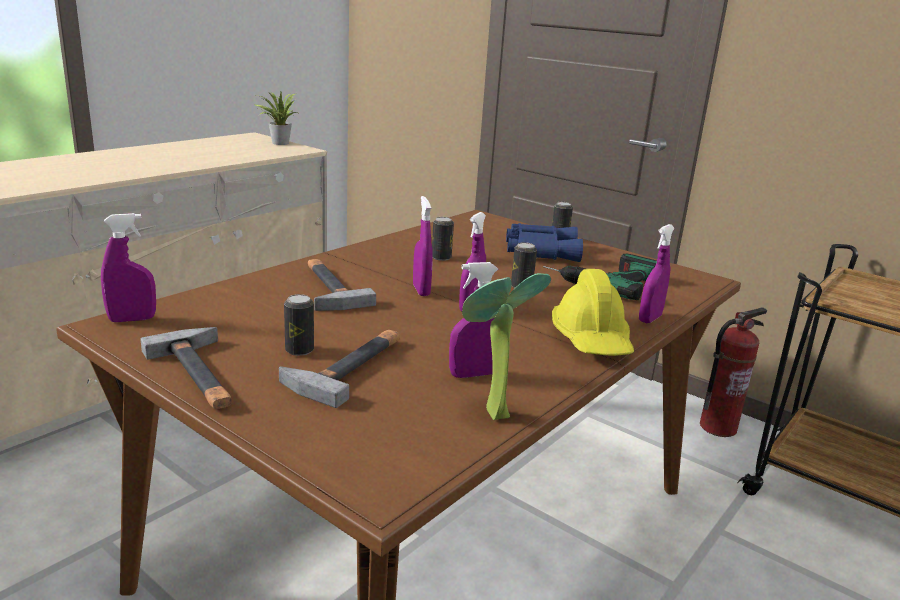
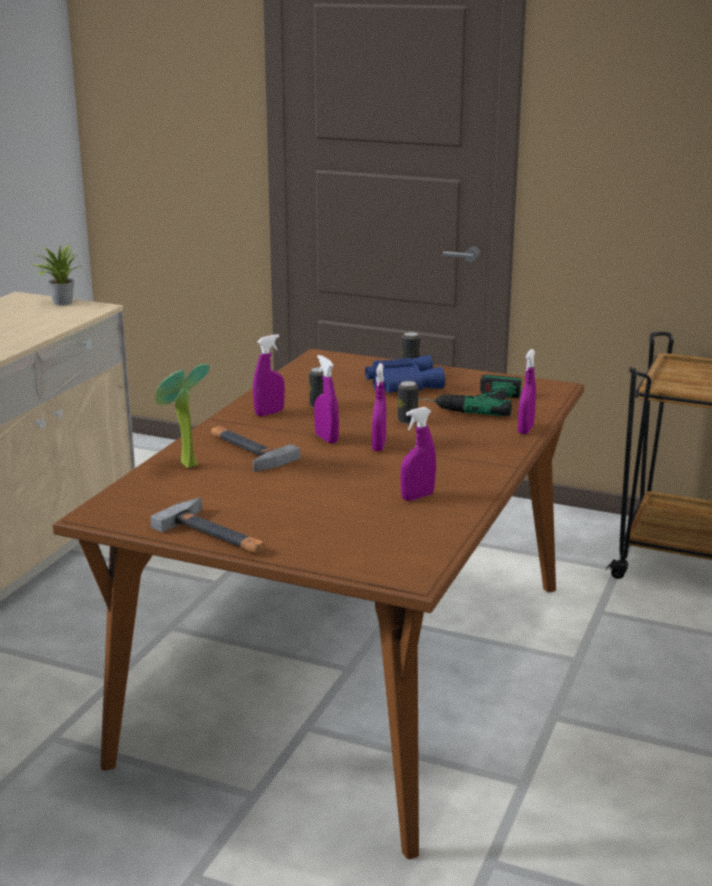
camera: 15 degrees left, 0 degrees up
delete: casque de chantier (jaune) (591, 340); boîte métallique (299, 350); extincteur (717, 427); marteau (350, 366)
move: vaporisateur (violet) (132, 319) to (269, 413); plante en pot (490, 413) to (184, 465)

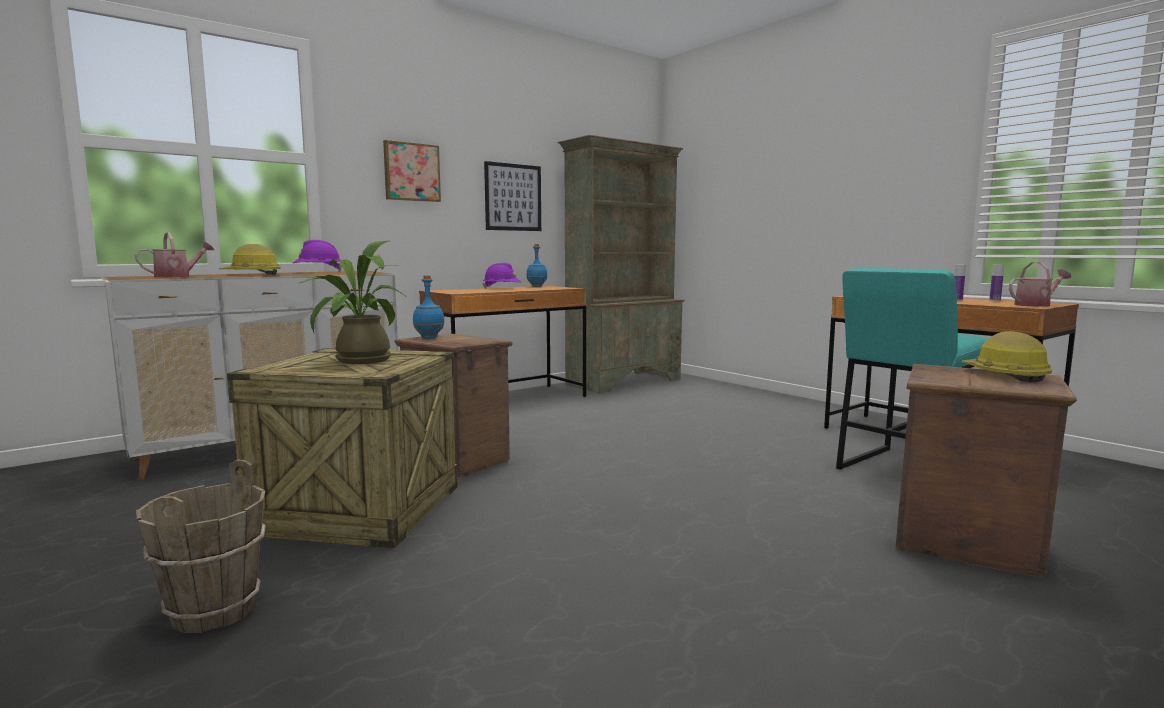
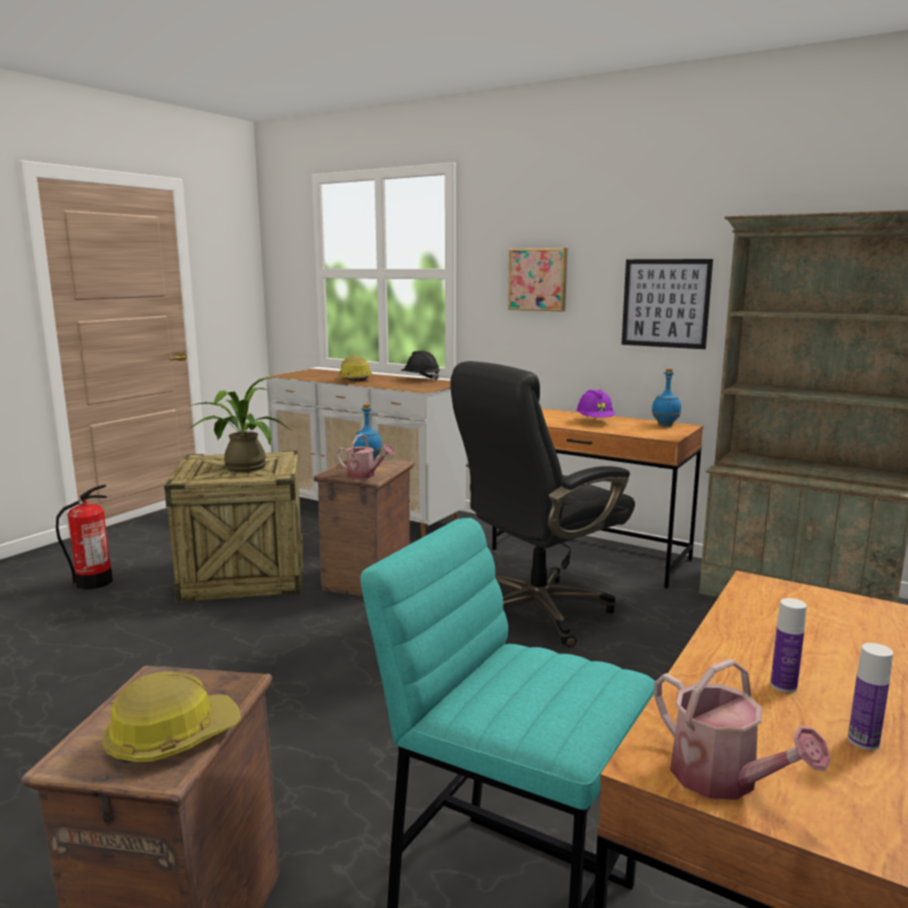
camera: 70 degrees right, 5 degrees up
insert: chaise de bureau (noir) (539, 611)
move: arrosoir (177, 276) to (364, 475)
replace: seau (marron) (212, 611) to extincteur (93, 582)
recolor: casque de chantier (violet) (318, 271) to casque de chantier (noir) (420, 379)

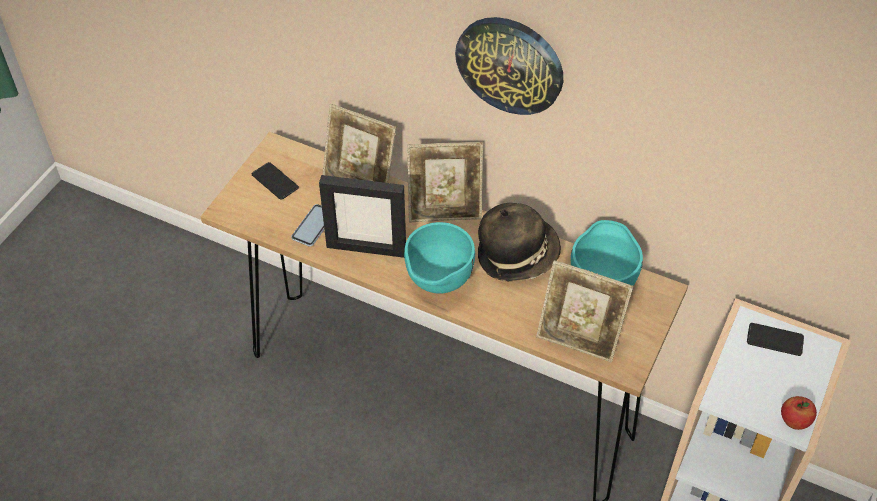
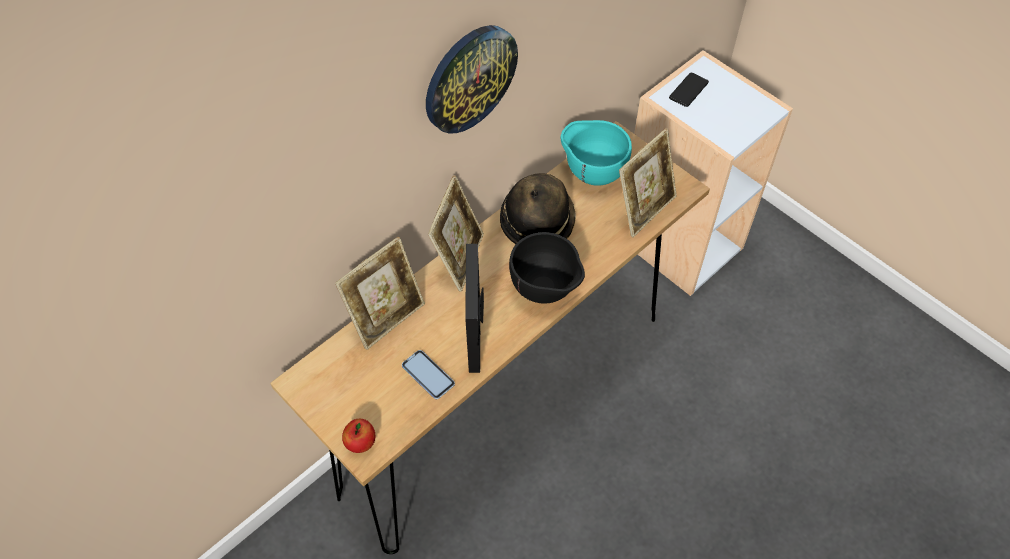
camera: 70 degrees left, 5 degrees up
delete: téléphone (275, 181)
move: pomme (794, 421) to (360, 443)
recolor: bol (turquoise) (437, 284) to bol (noir) (546, 291)
rotate: cadre photo (366, 247) = (476, 336) 150 degrees clockwise

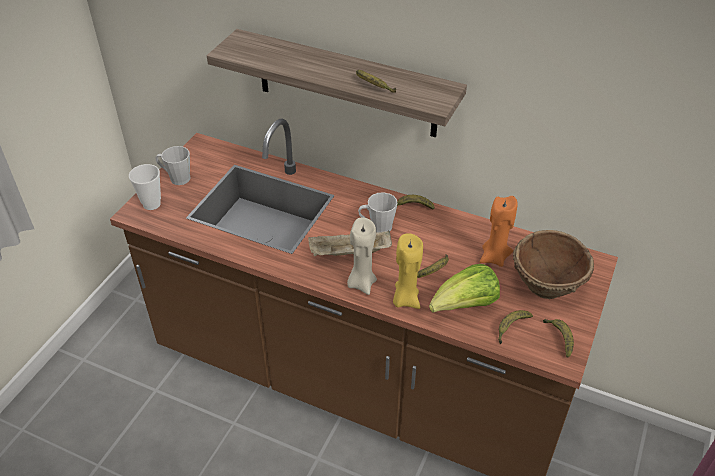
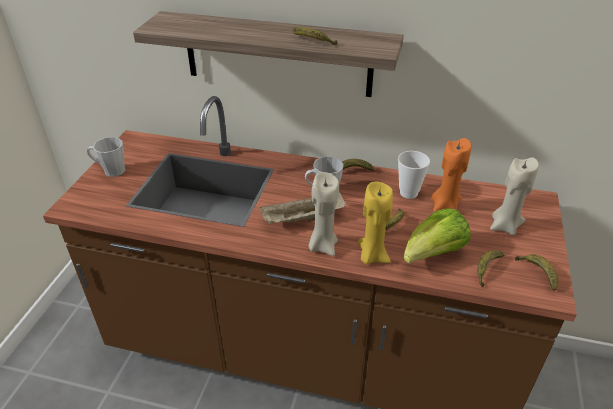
camera: 10 degrees left, 5 degrees down
move: tasse (151, 204) to (408, 193)
replace: bol (marron) (547, 286) to bougie (beige) (504, 226)

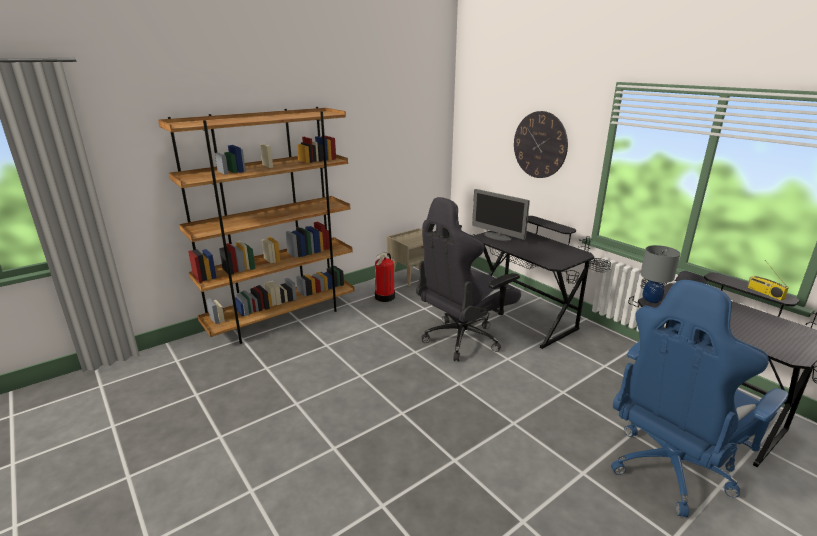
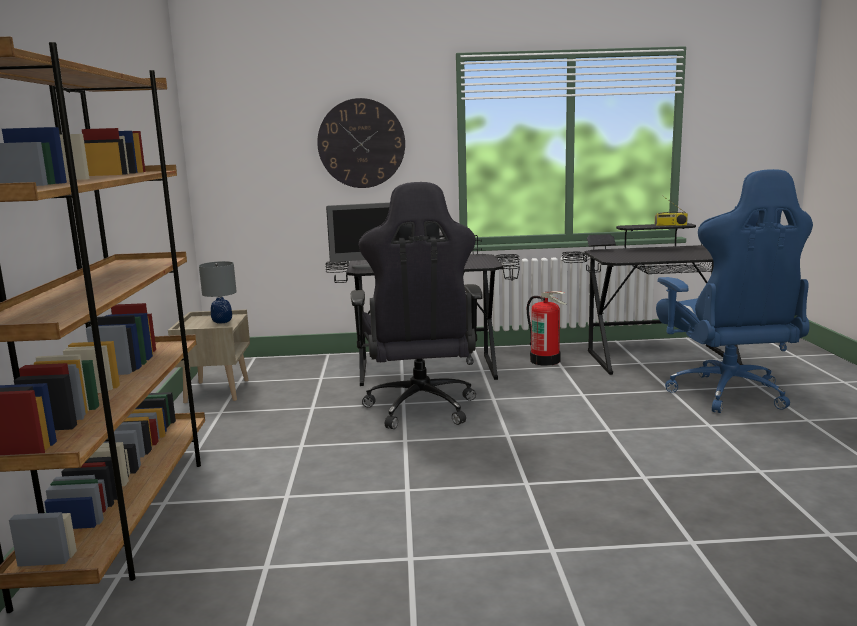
camera: 55 degrees left, 10 degrees down
move: lampe de table (gris) (651, 301) to (222, 322); extincteur (385, 297) to (545, 360)

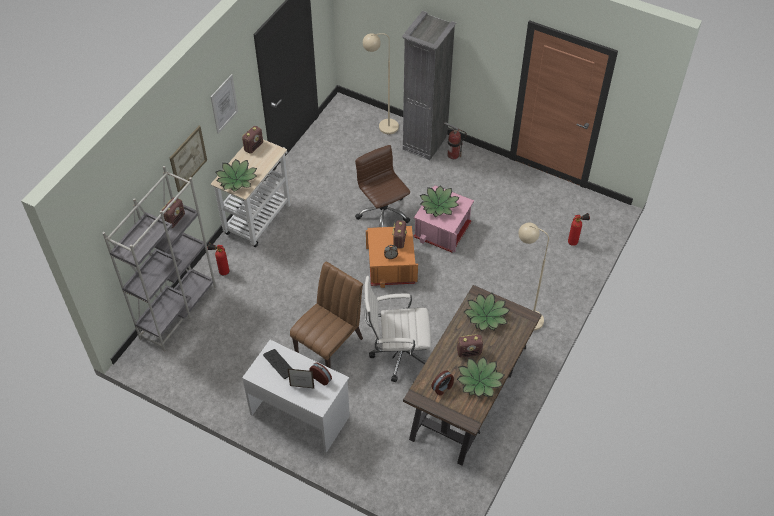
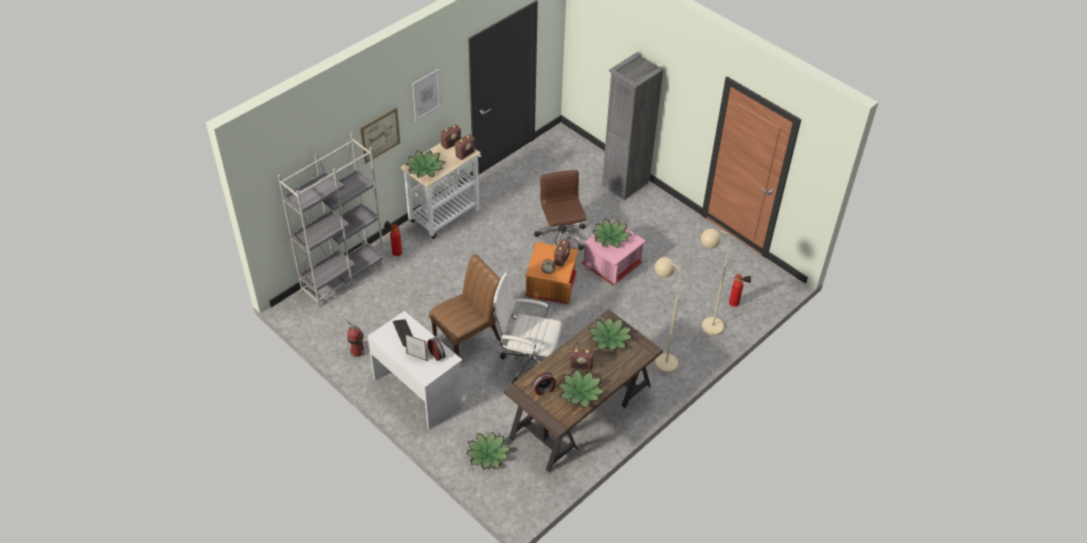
camera: 15 degrees right, 5 degrees down
insert: plante en pot (488, 455)
move: lampadaire (beige) (382, 128) to (705, 326); extincteur (453, 155) to (357, 351); radio (175, 219) to (465, 154)

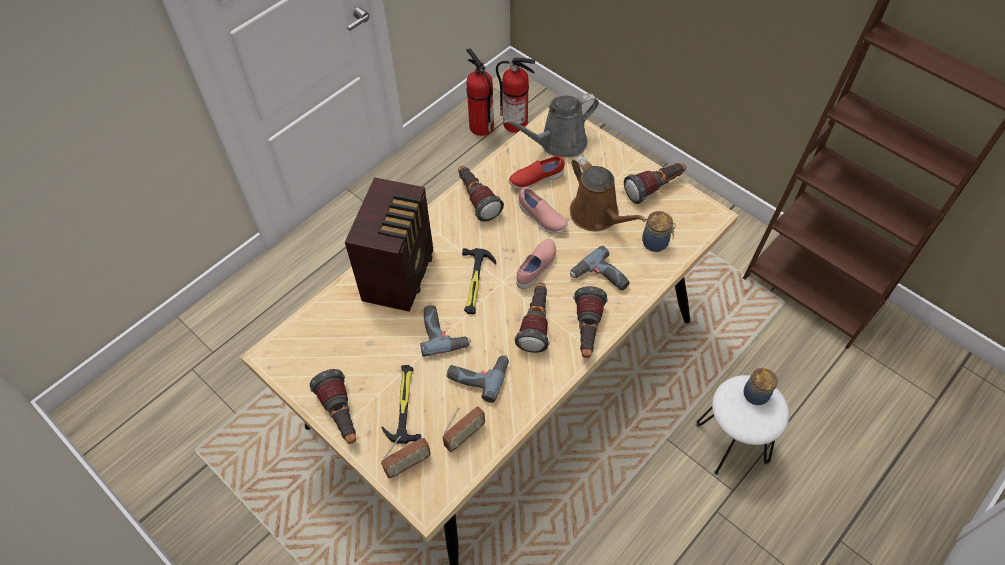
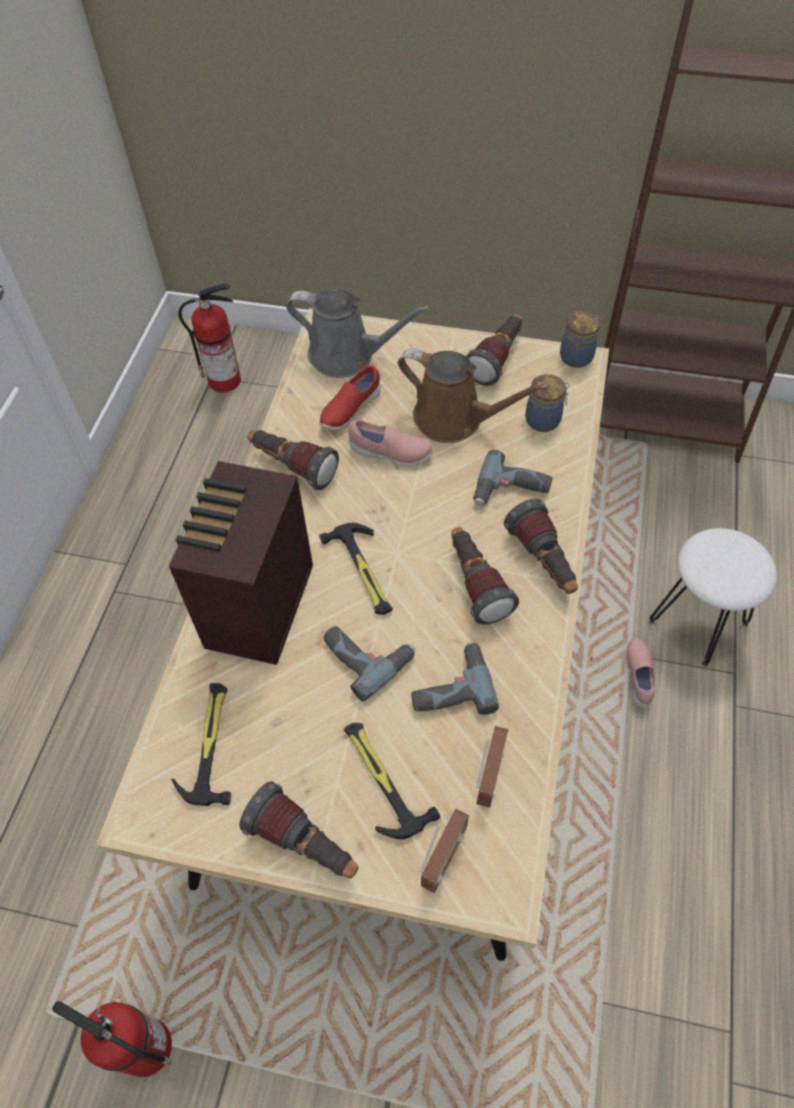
camera: 30 degrees left, 0 degrees up
insert: marteau (210, 744)
move: extincteur (480, 126) to (144, 1047); chaussure (rose) (536, 268) to (639, 676); bocal (757, 394) to (577, 356)
rotate: arrosoir (gris) (558, 143) = (347, 356) 105 degrees counterclockwise; radio (400, 274) = (256, 608) 150 degrees counterclockwise

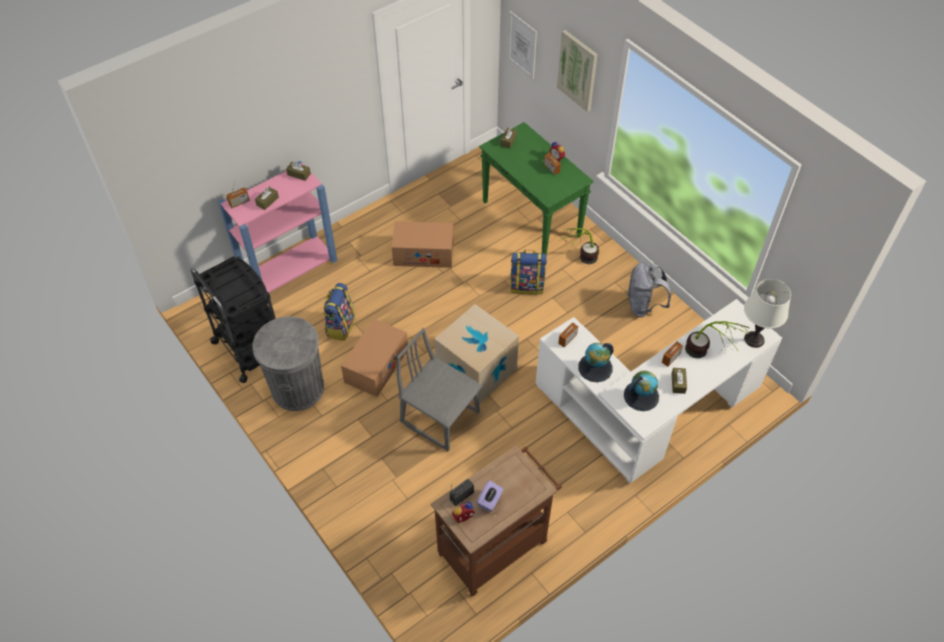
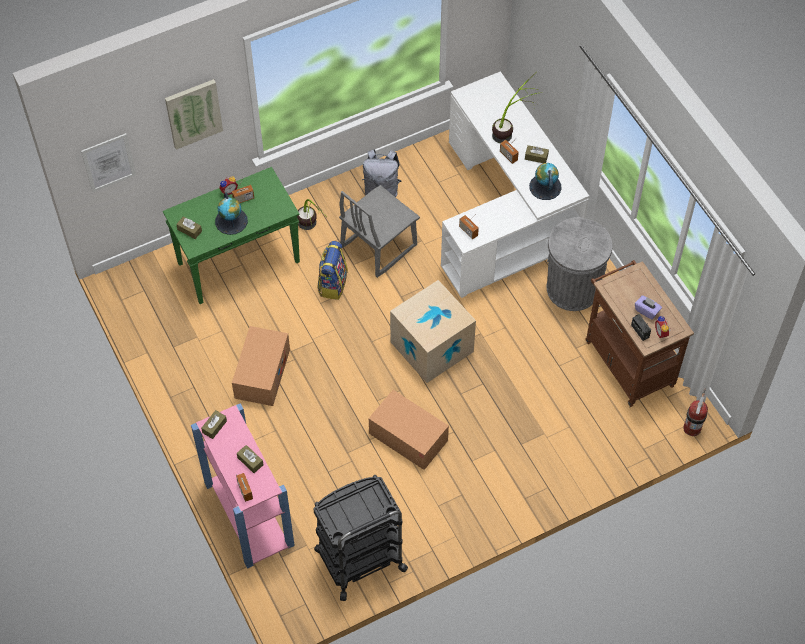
camera: 80 degrees left, 5 degrees up
delete: lampe de table (blanc) (754, 339); sac à dos (340, 326)
insert: extincteur (692, 428)
move: poubelle (gris) (297, 388) to (572, 289); chaise (gris) (440, 416) to (378, 246); globe (595, 368) to (231, 221)

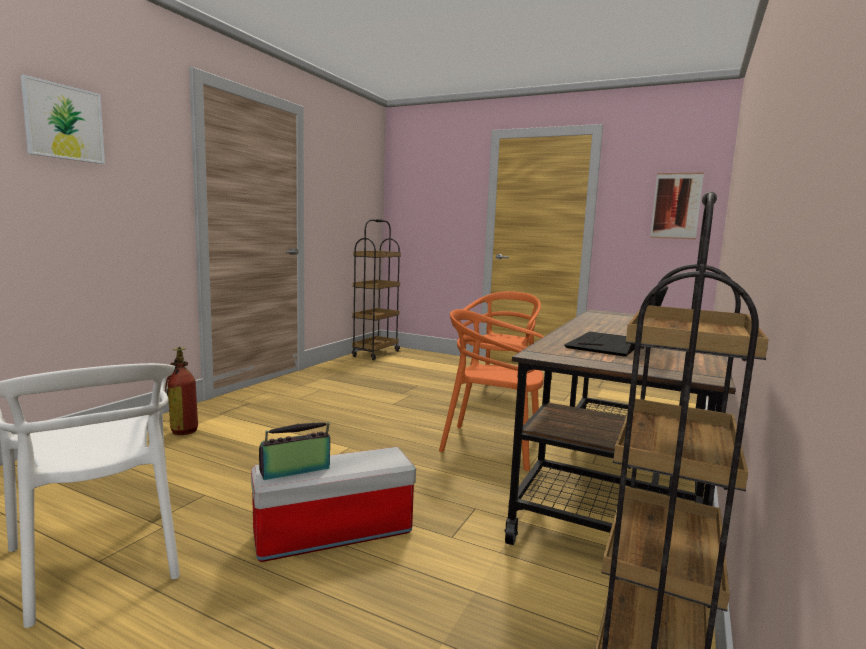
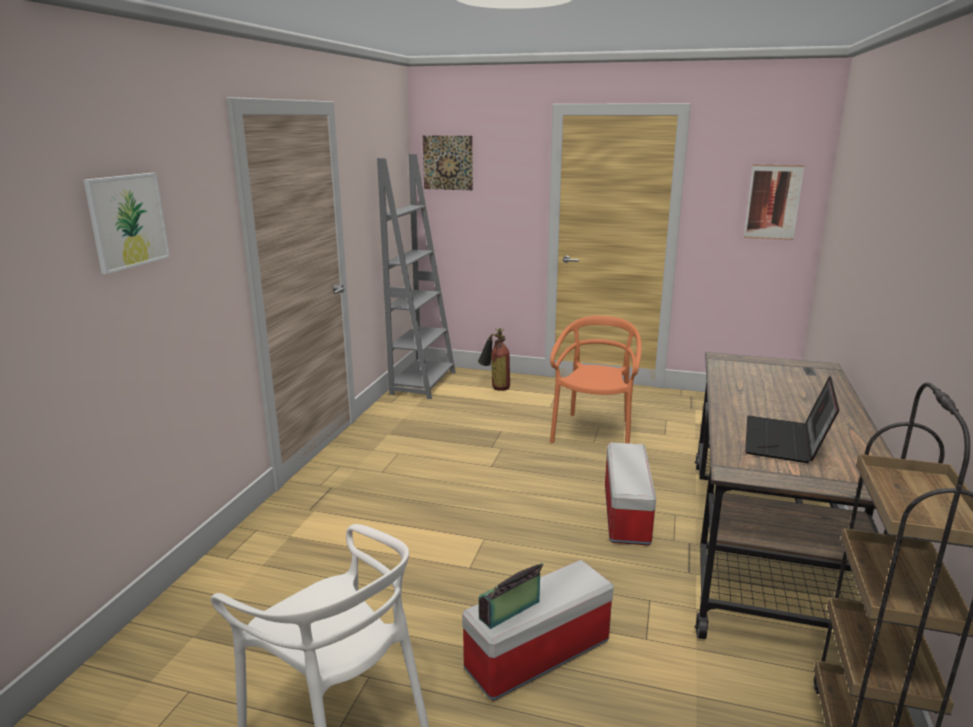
camera: 10 degrees left, 10 degrees up
insert: tableau (448, 162)
move: extincteur (182, 428) to (495, 386)
replace: chariot (marron) (375, 354) to bibliothèque (gris) (423, 383); chaise (orange) (492, 445) to boîte de rangement (625, 513)

